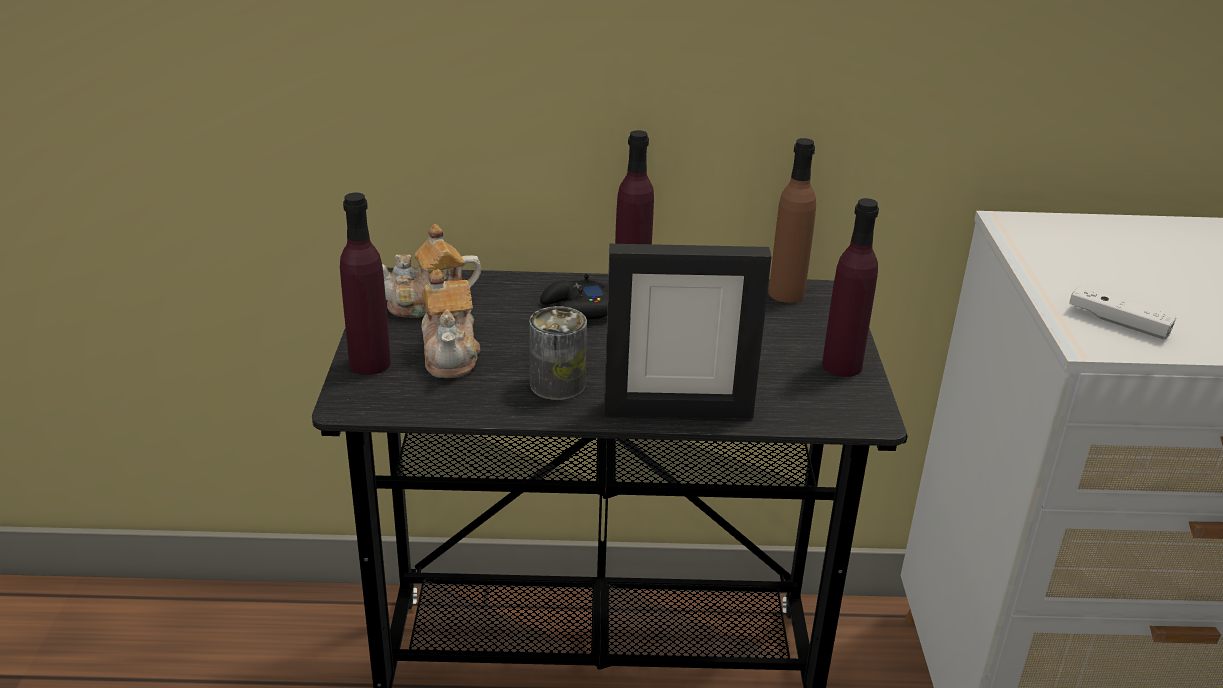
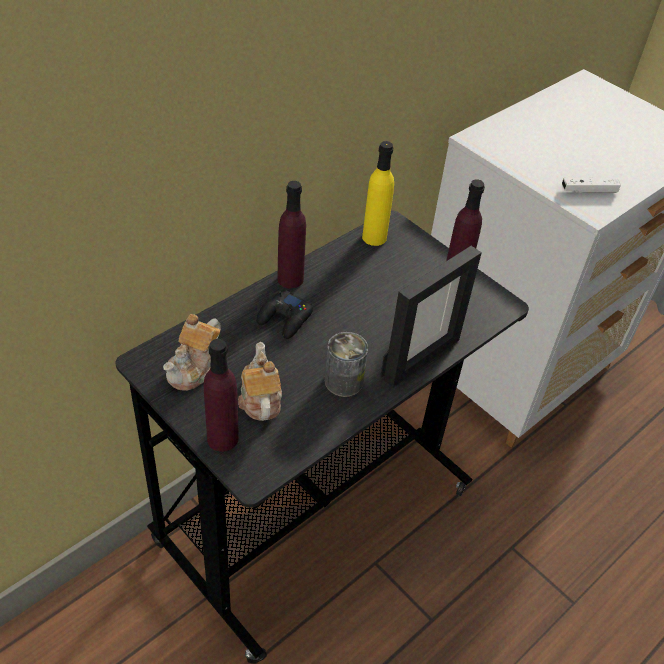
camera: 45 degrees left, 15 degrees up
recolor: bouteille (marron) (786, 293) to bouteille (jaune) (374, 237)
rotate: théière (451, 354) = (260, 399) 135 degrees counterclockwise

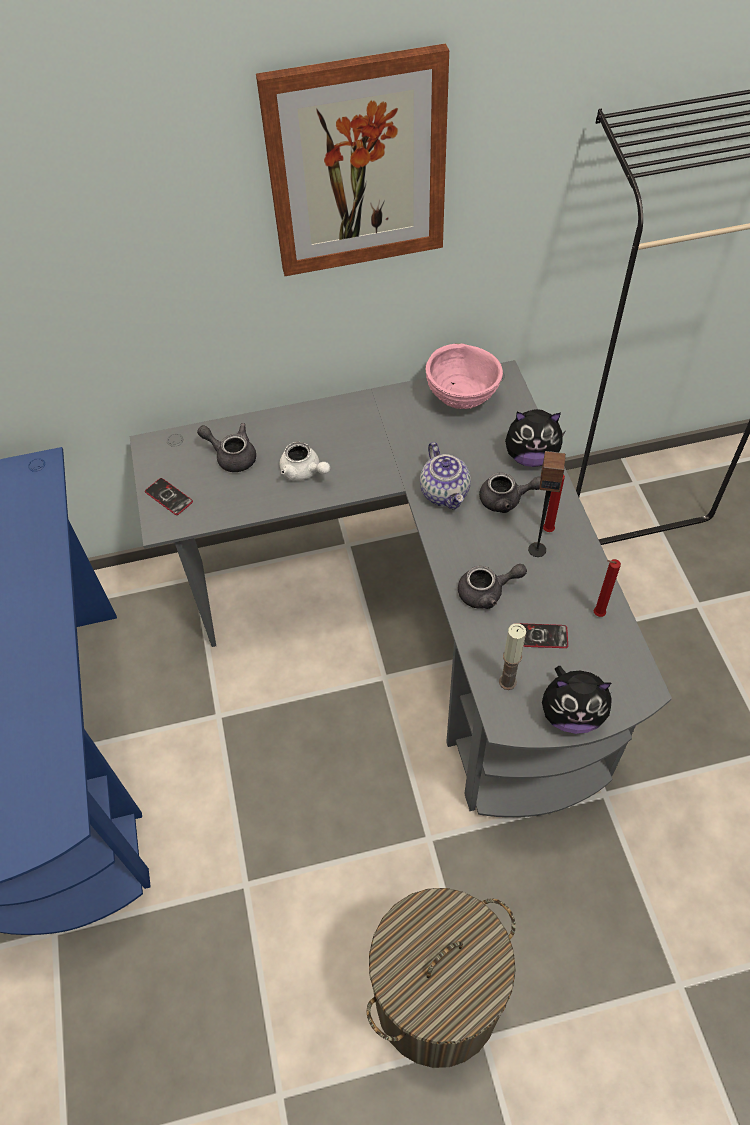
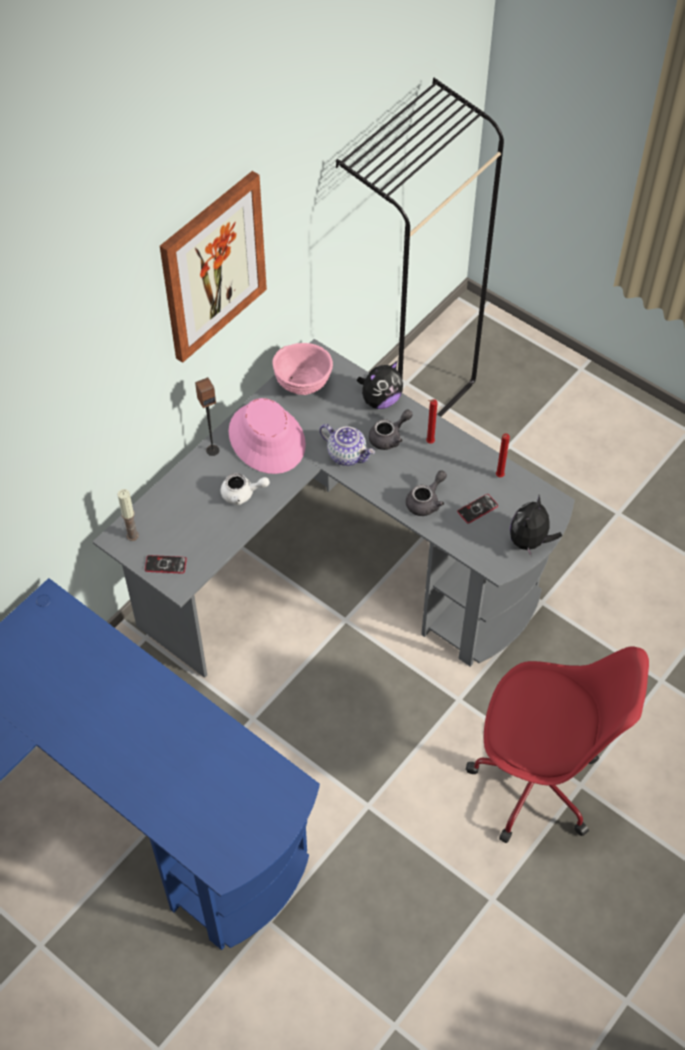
camera: 40 degrees left, 0 degrees up
delete: théière (gris) (232, 456)
insert: chapeau (rose) (267, 439)
move: enceinte (537, 549) to (212, 450); bougie (507, 682) to (132, 535)
replace: panier à linge (436, 1000) to chaise de bureau (rouge) (538, 784)
rotate: peluche (571, 714) = (530, 541) 150 degrees clockwise

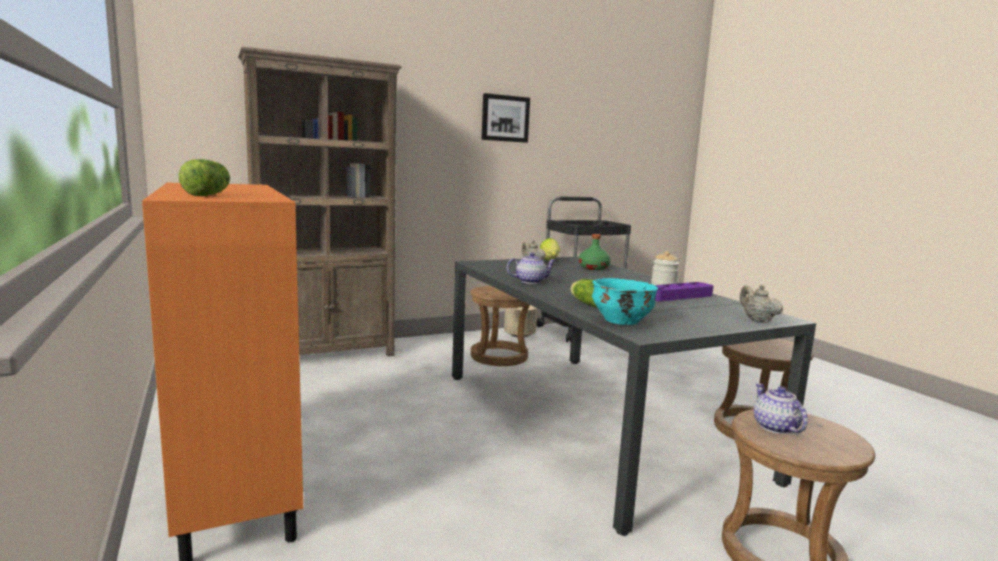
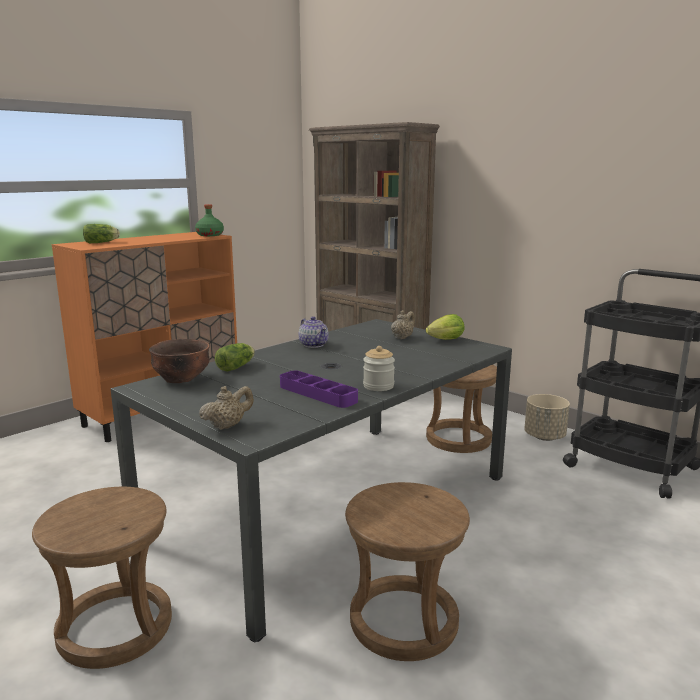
camera: 70 degrees right, 5 degrees up
delete: tableau (505, 118); théière (775, 427)
move: bouteille (vert) (594, 268) to (210, 235)
recolor: bol (turquoise) (620, 321) to bol (marron) (181, 379)

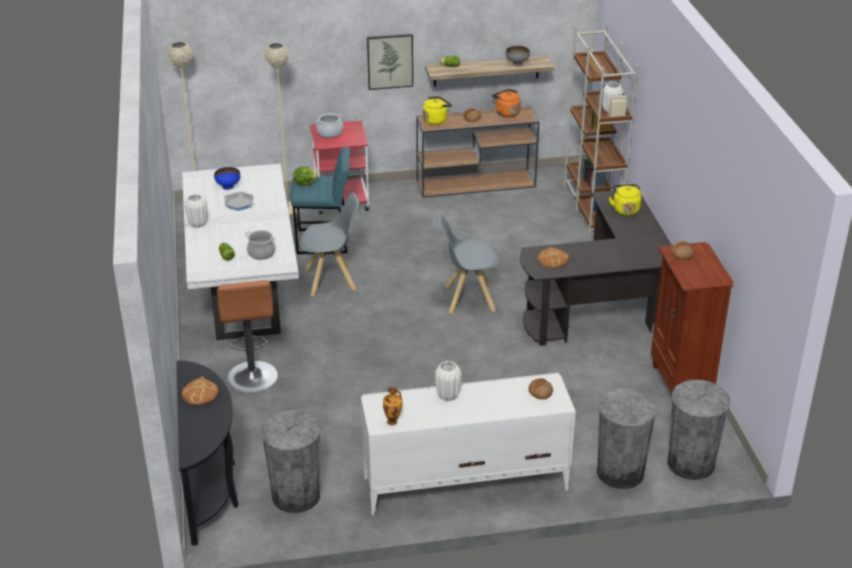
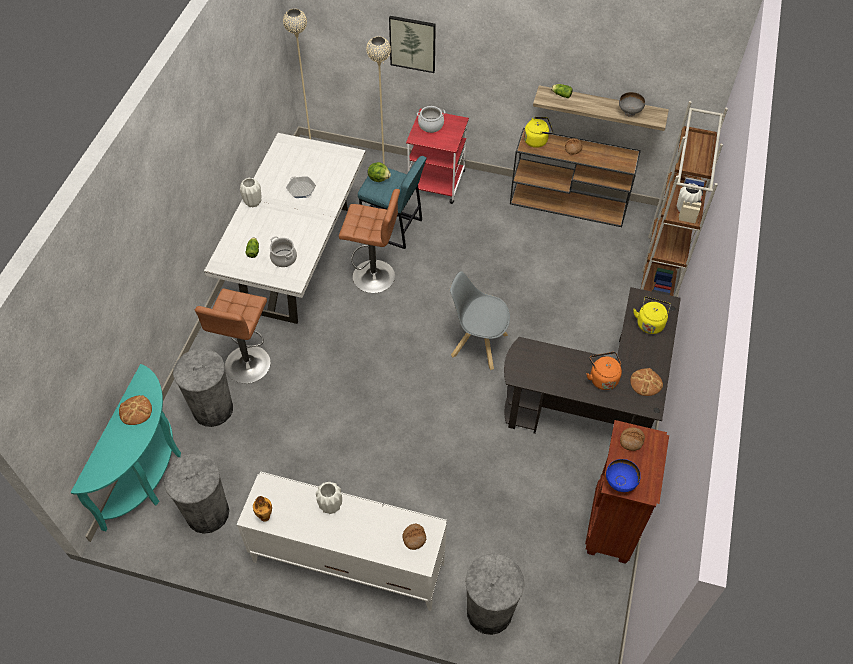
camera: 25 degrees right, 20 degrees up
move: tableau (390, 61) to (413, 43); bouilloire (orange) (506, 113) to (602, 378); bol (bleu) (228, 187) to (620, 483); pain (553, 260) to (646, 383); poubelle (gris) (690, 463) to (213, 409)
replace: chaise (gris) (332, 280) to tabouret (marron) (374, 277)
recolor: table console (noir) (211, 488) to table console (turquoise) (149, 474)

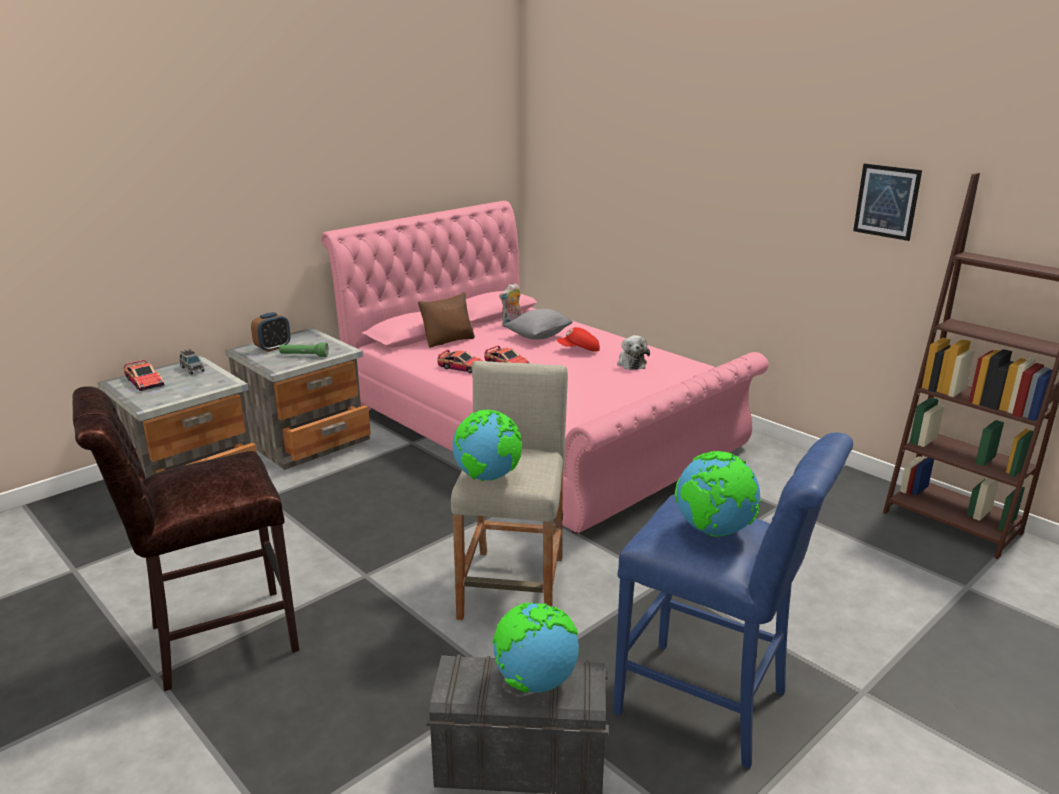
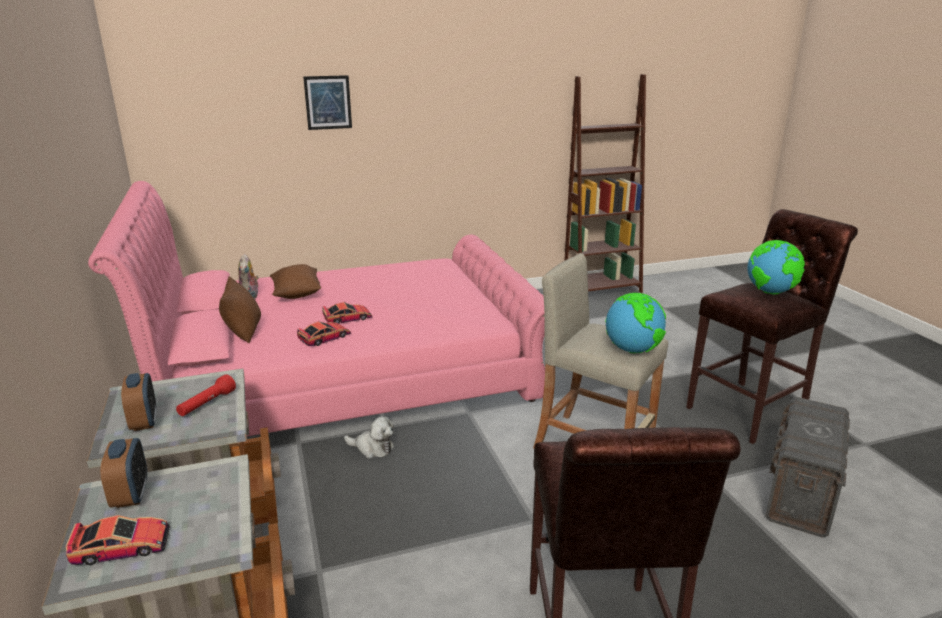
camera: 65 degrees left, 0 degrees up
delete: casquette (rouge) (579, 350); globe (534, 682)
move: tableau (886, 201) to (328, 102); peluche (631, 363) to (372, 448)
replace: petite voiture (gris) (192, 369) to réveil (131, 495)
recolor: coussin (gris) (538, 336) to coussin (marron) (296, 294); lampe de poche (vert) (304, 356) to lampe de poche (rouge) (207, 404); tabouret (bleu) (710, 706) to tabouret (marron) (751, 409)

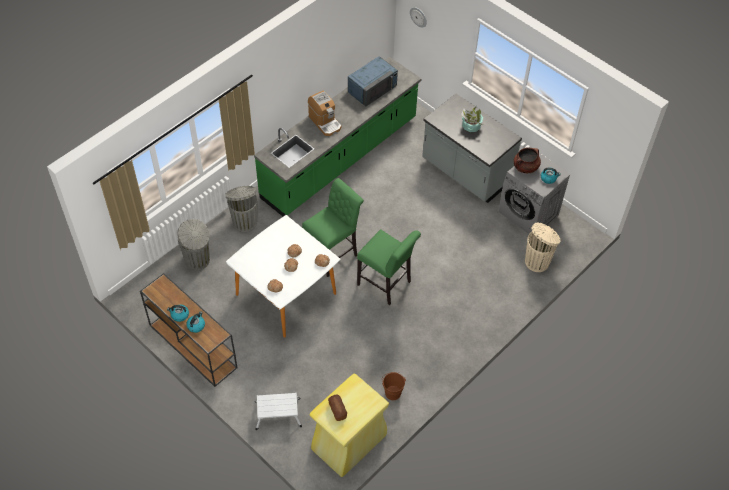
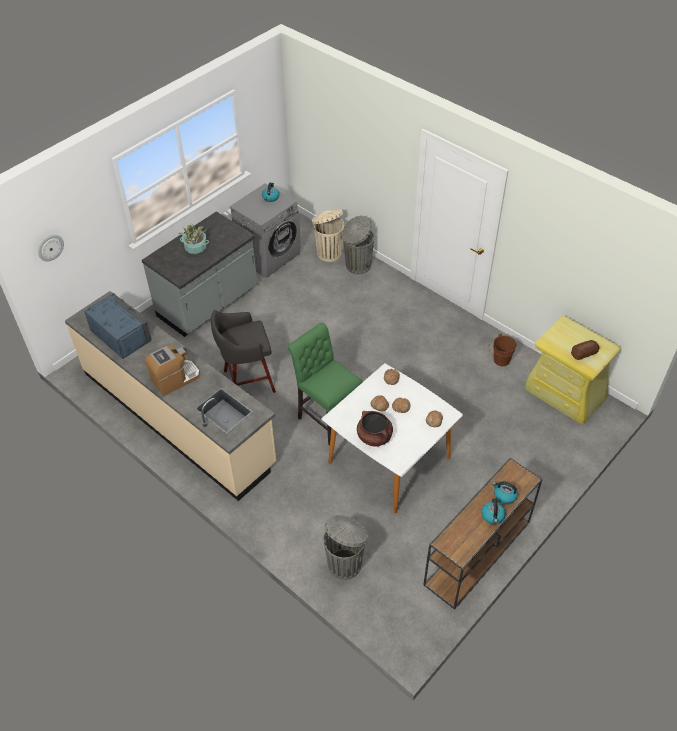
camera: 90 degrees left, 5 degrees down
delete: tabouret (vert) (386, 285); escabeau (blanc) (277, 413)
insert: tabouret (gris) (247, 381)
move: marmite (marron) (525, 167) to (374, 437); poubelle (gris) (244, 221) to (357, 266)
recolor: comptoir de cuisine (vert) (340, 159) to comptoir de cuisine (beige) (177, 417)

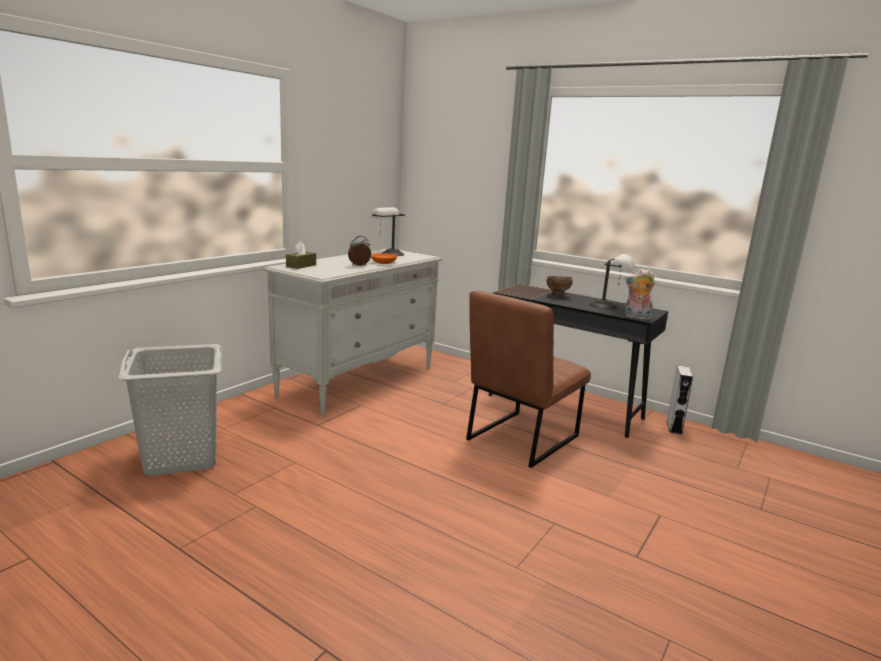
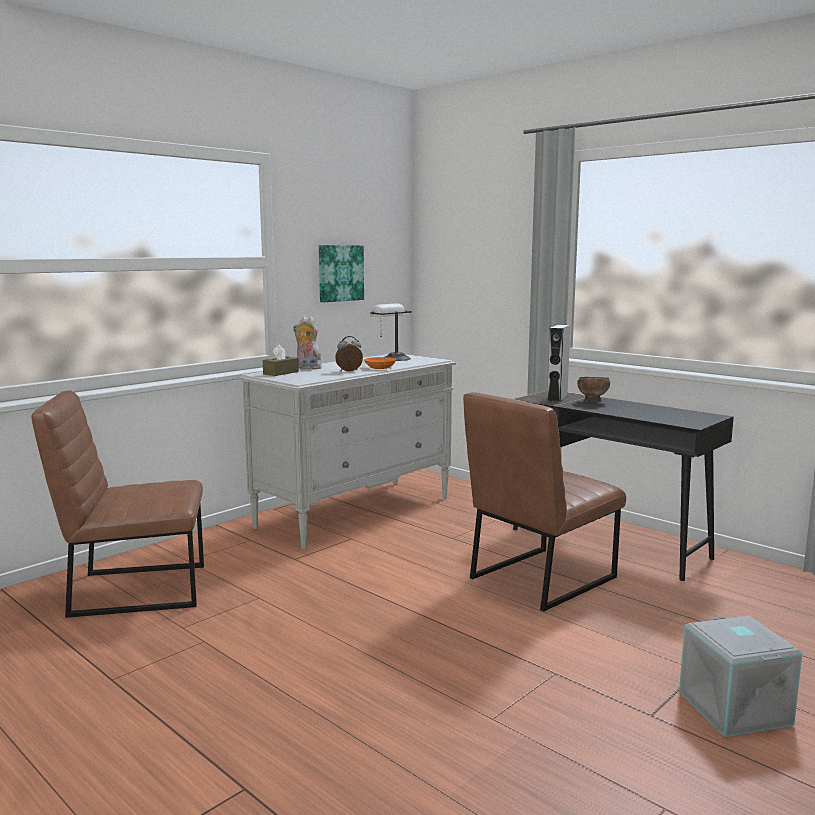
camera: 10 degrees right, 5 degrees down
delete: lampe de table (609, 306)
insert: tableau (340, 273); boîte de rangement (gris) (732, 708)
move: peluche (636, 317) to (307, 368); enceinte (gris) (674, 427) to (557, 398)
replace: panier à linge (gris) (181, 458) to chaise (marron) (135, 589)

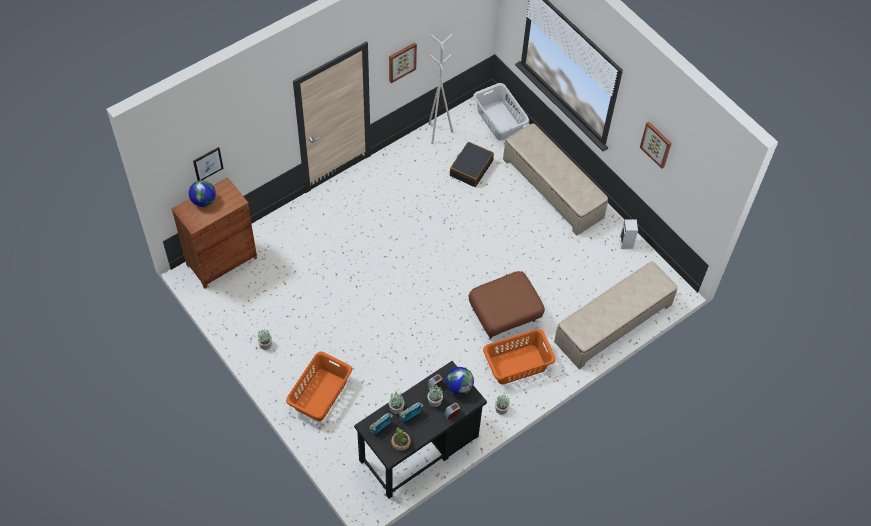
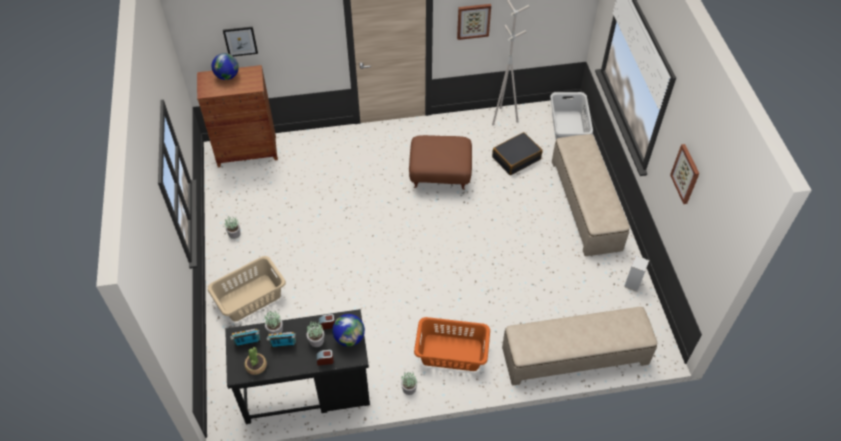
camera: 30 degrees right, 5 degrees down
move: pouf (marron) (504, 316) to (439, 176)
recolor: panier à linge (orange) (319, 395) to panier à linge (beige) (250, 298)

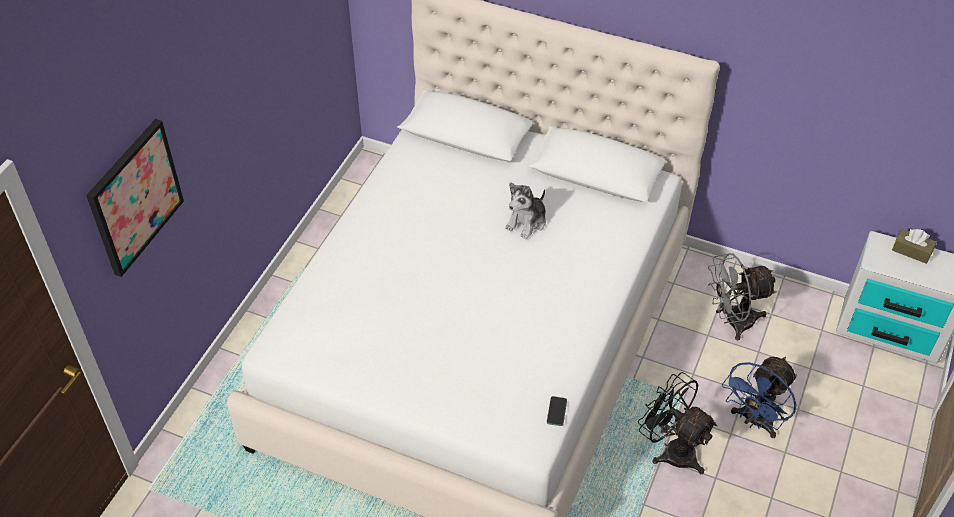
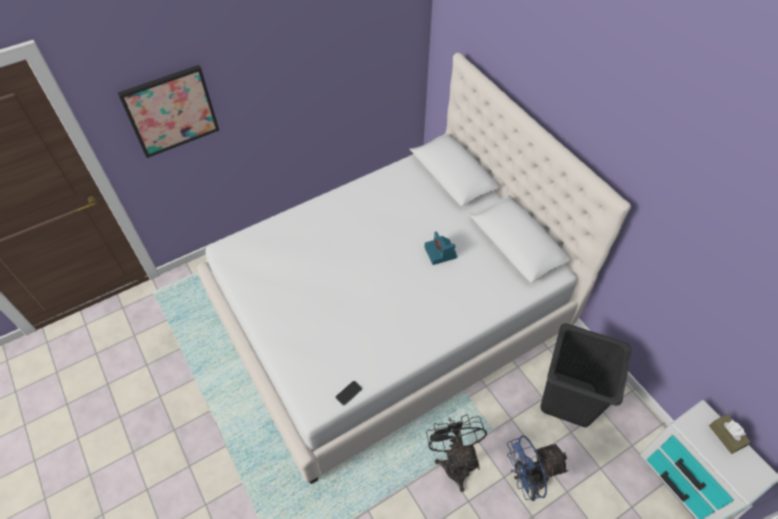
camera: 35 degrees right, 5 degrees up
replace: peluche (527, 222) to appareil photo (441, 253); ventilateur (gris) (732, 321) to panier à linge (noir) (569, 399)

